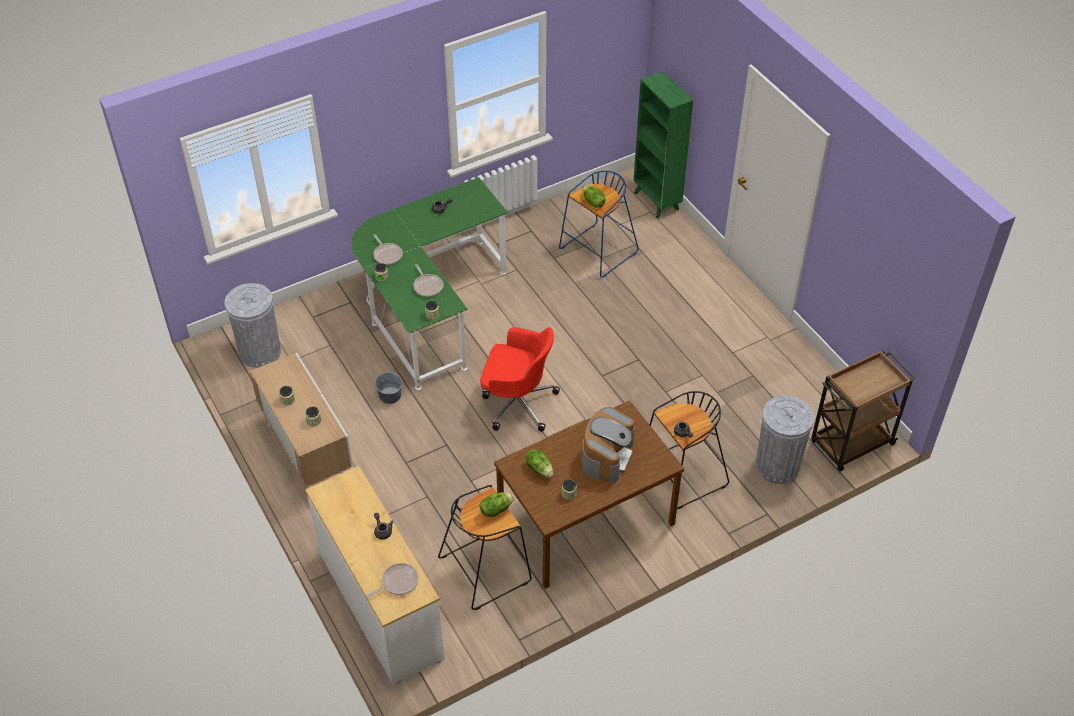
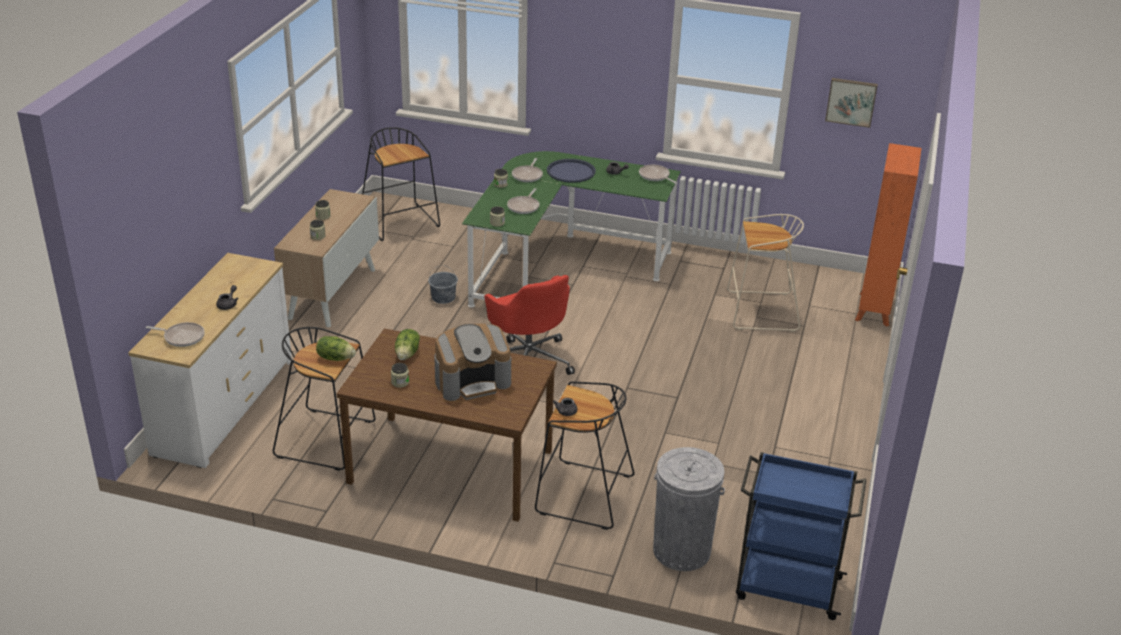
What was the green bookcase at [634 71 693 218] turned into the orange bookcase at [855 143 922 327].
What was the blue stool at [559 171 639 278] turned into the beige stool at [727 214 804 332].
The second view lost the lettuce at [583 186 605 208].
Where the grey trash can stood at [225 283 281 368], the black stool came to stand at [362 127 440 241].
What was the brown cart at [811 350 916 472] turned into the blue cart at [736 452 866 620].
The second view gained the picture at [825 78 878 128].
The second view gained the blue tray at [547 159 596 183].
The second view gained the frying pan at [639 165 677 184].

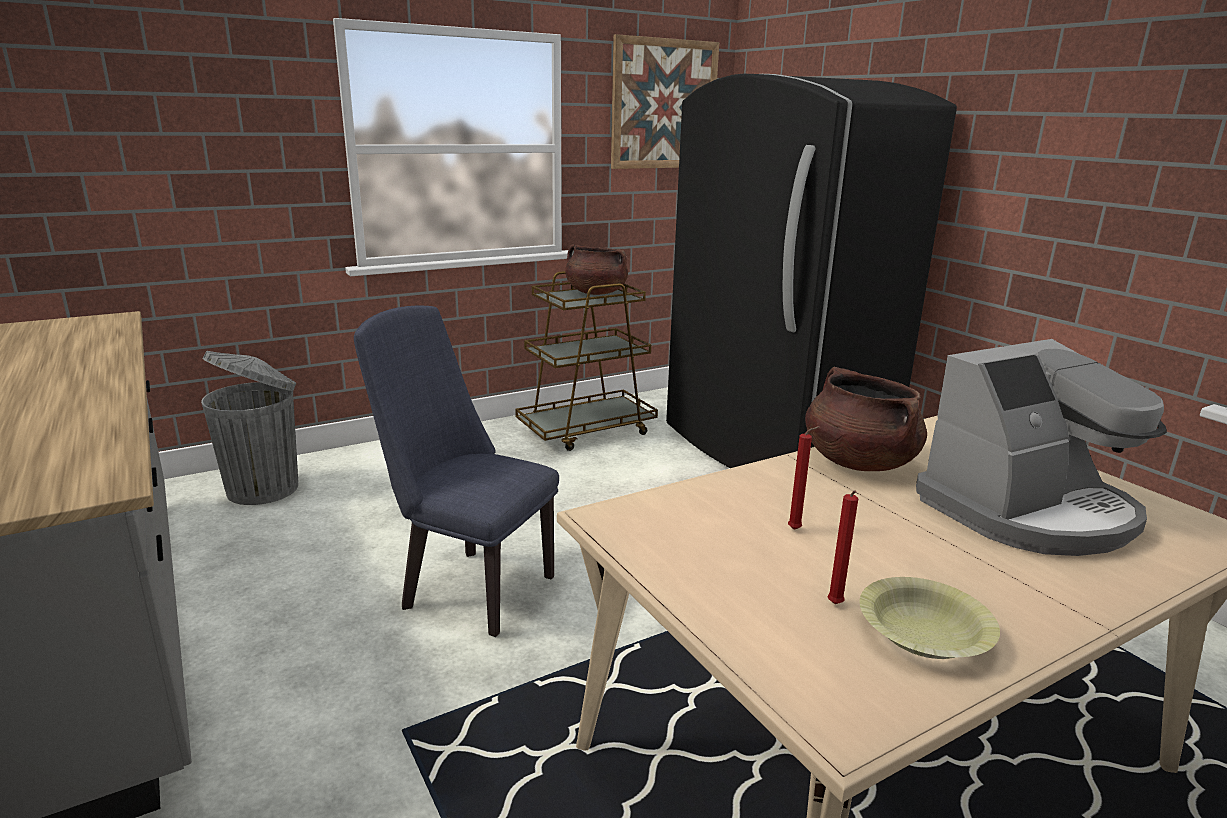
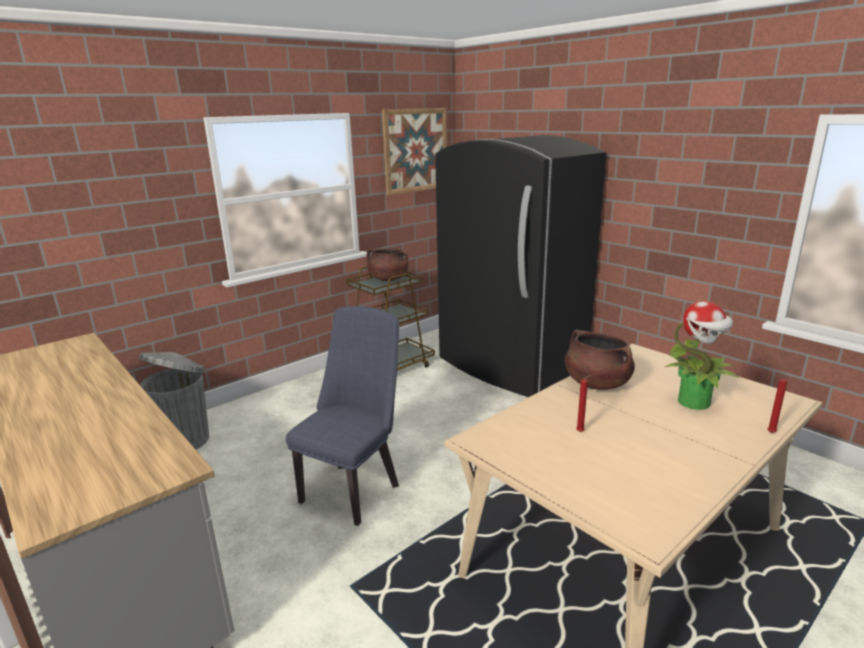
The blue chair at [354 306 559 637] ended up facing another way, 105 degrees clockwise from before.
Where the coffee machine stood at [916 339 1167 556], the potted plant came to stand at [664 301 740 410].
The red candle ended up elsewhere, having gone from [827 490 858 604] to [768 377 789 433].
The second view lost the yellow bowl at [859 577 1000 659].

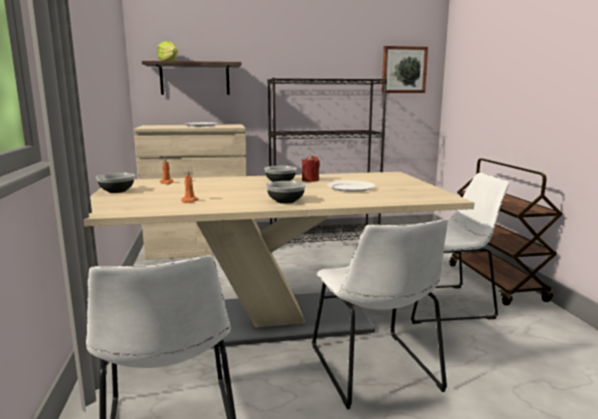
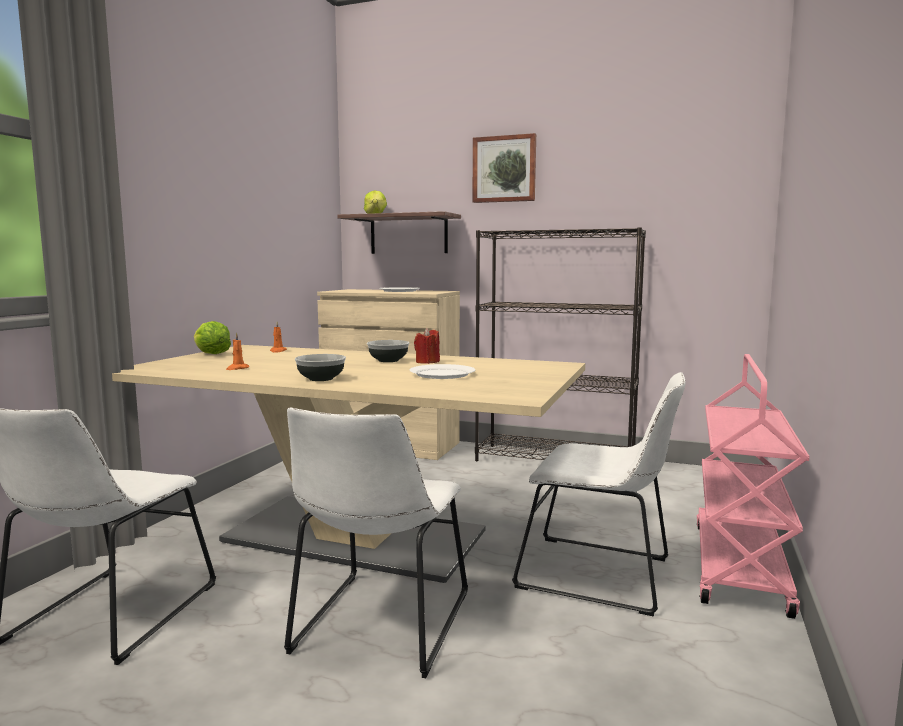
The picture ended up elsewhere, having gone from [382 46 428 93] to [473 133 536 203].
What was the brown cart at [449 158 562 305] turned into the pink cart at [697 354 809 619].
Where the bowl stood at [96 173 135 193], the lettuce came to stand at [194 321 231 354].

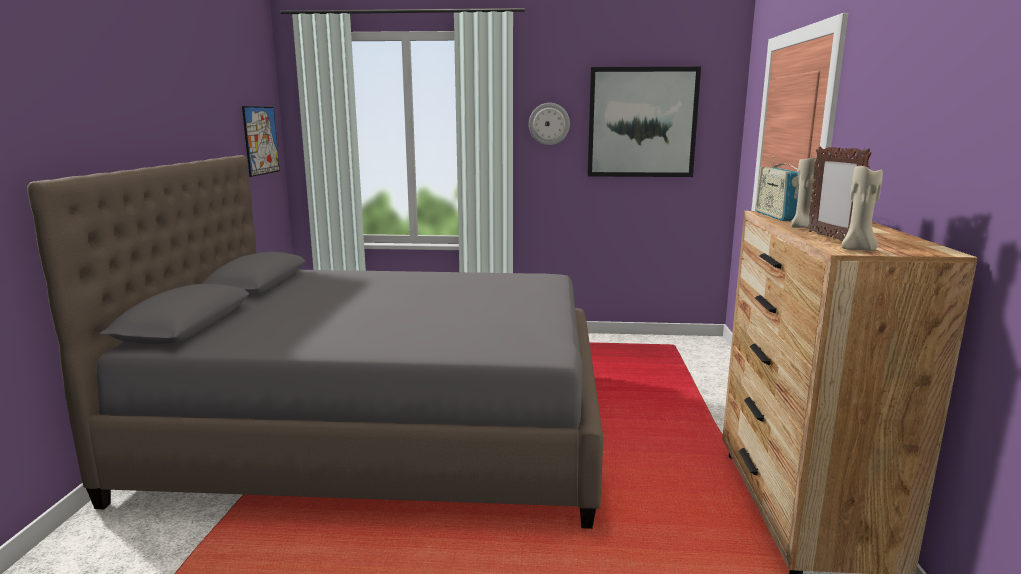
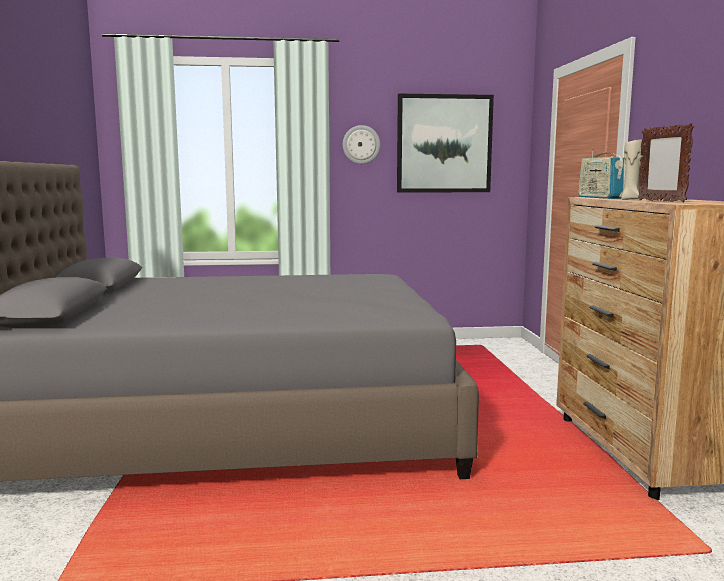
The second view lost the picture at [242 106 280 177].
The second view lost the beige candle at [841 164 883 251].

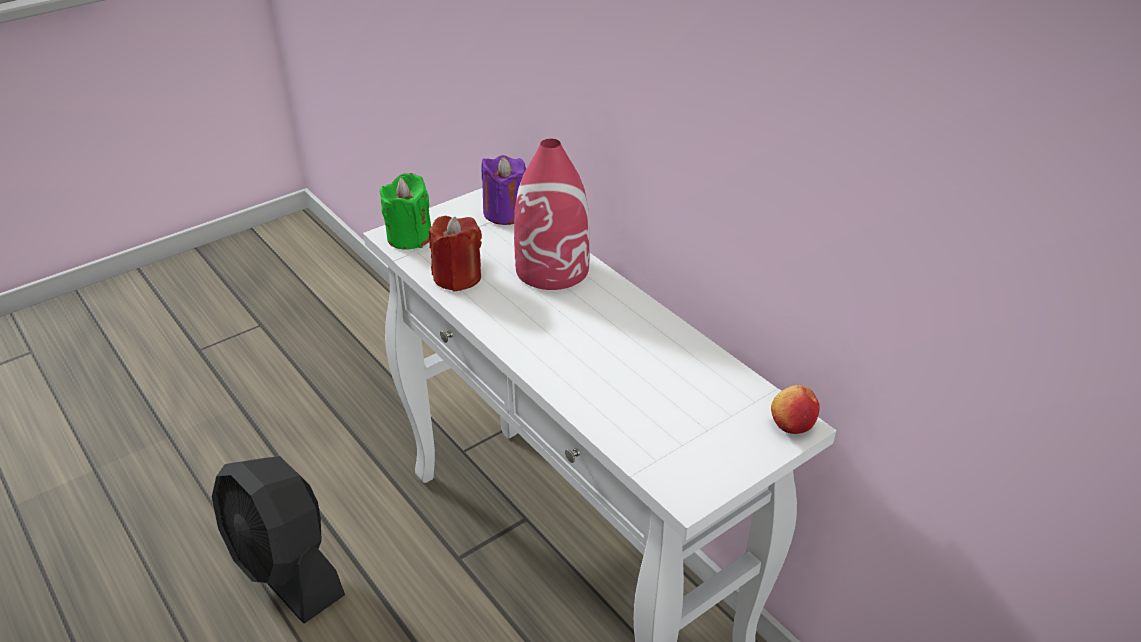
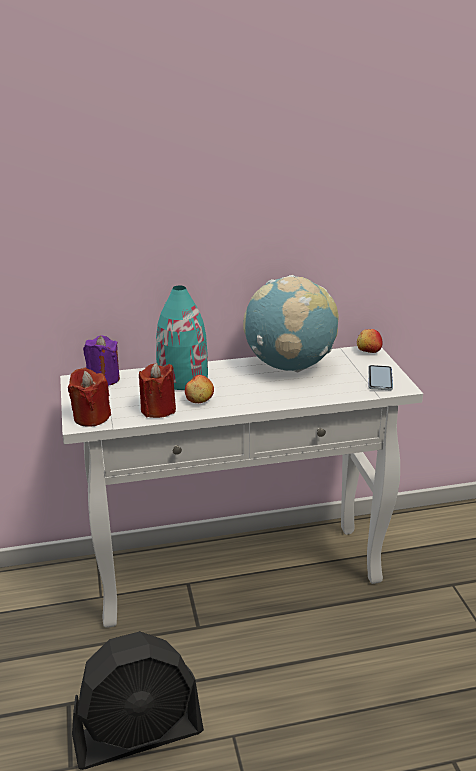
What was the red vase at [514 139 590 290] turned into the turquoise vase at [156 286 208 390].
What was the green candle at [379 173 431 249] turned into the red candle at [68 368 111 427].
The second view gained the globe at [243 275 339 372].
The second view gained the phone at [368 365 393 390].
The second view gained the apple at [185 375 214 403].

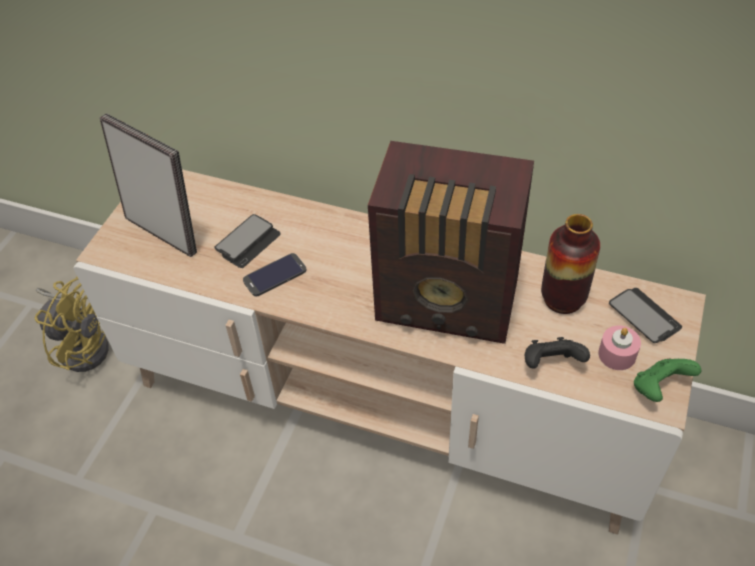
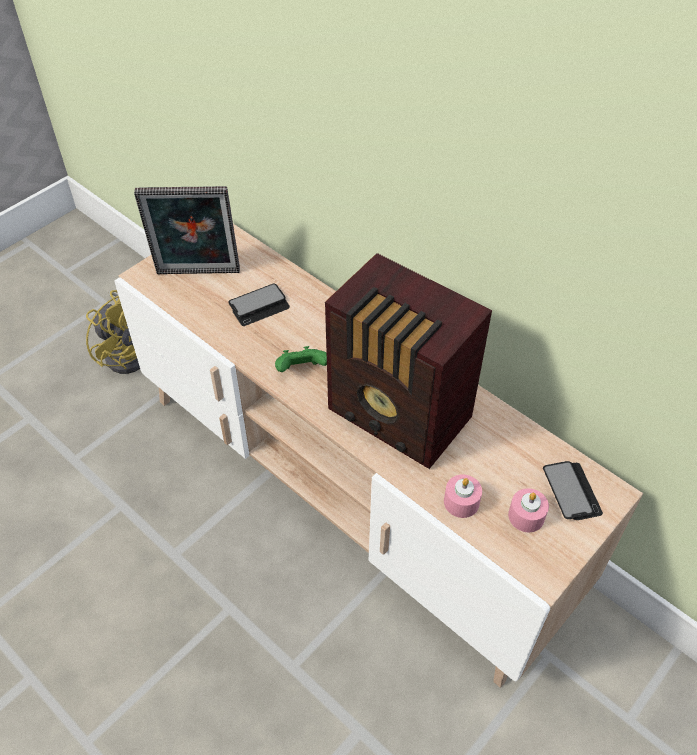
The picture frame at [100 113 197 257] ended up facing another way, 120 degrees clockwise from before.
The second view lost the vase at [541 214 600 314].
The second view lost the phone at [243 253 306 296].
Where the black game controller stood at [525 337 590 369], the pink candle came to stand at [444 475 482 518].
The green game controller ended up elsewhere, having gone from [634 358 701 402] to [275 346 327 372].

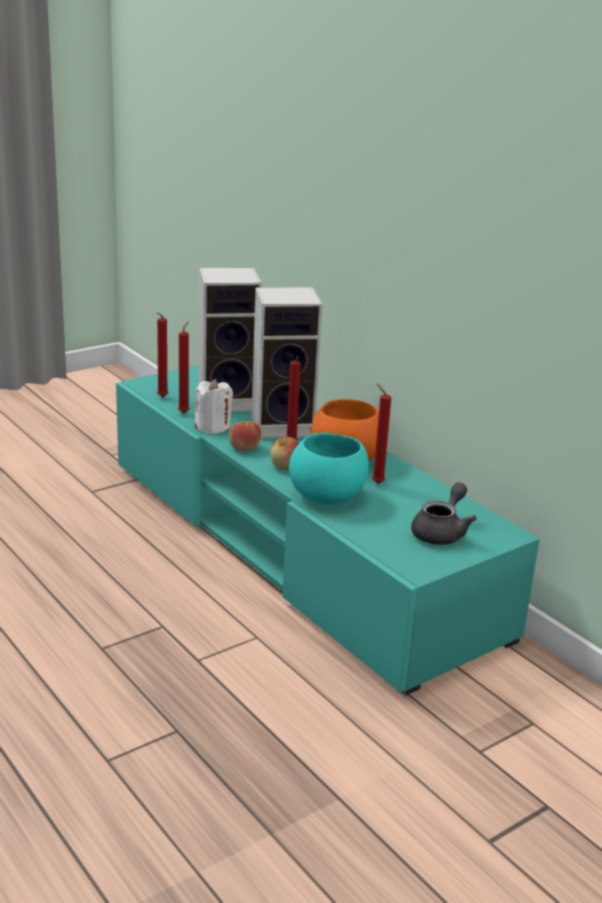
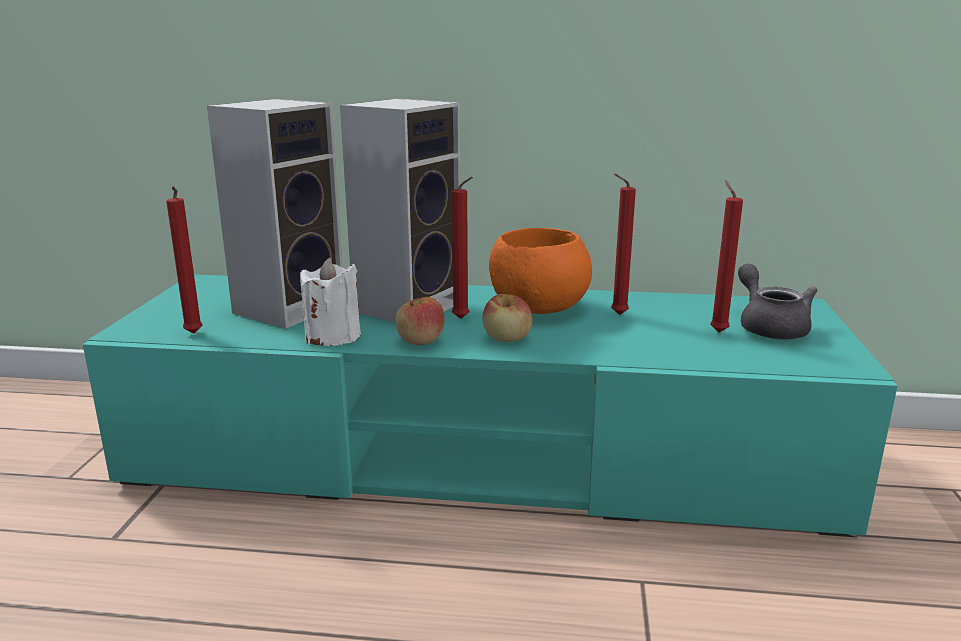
The red candle ended up elsewhere, having gone from [178 321 190 413] to [710 180 743 332].
The second view lost the turquoise bowl at [289 432 369 504].

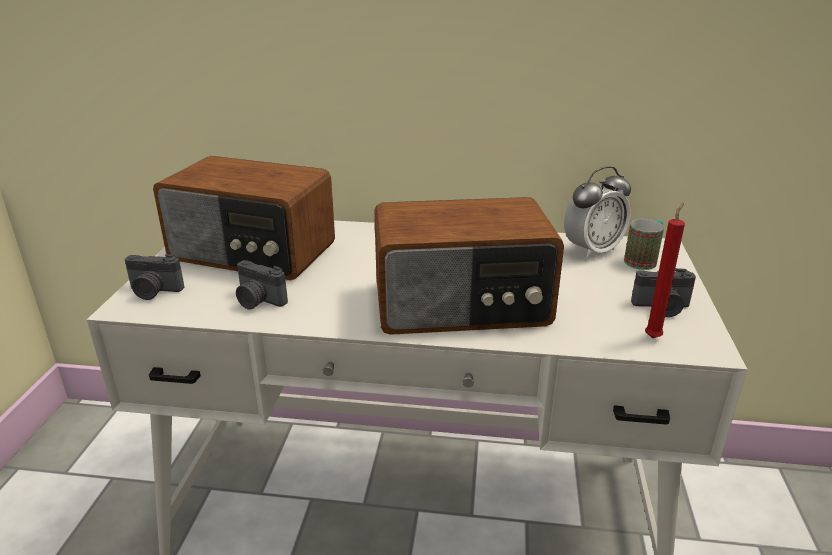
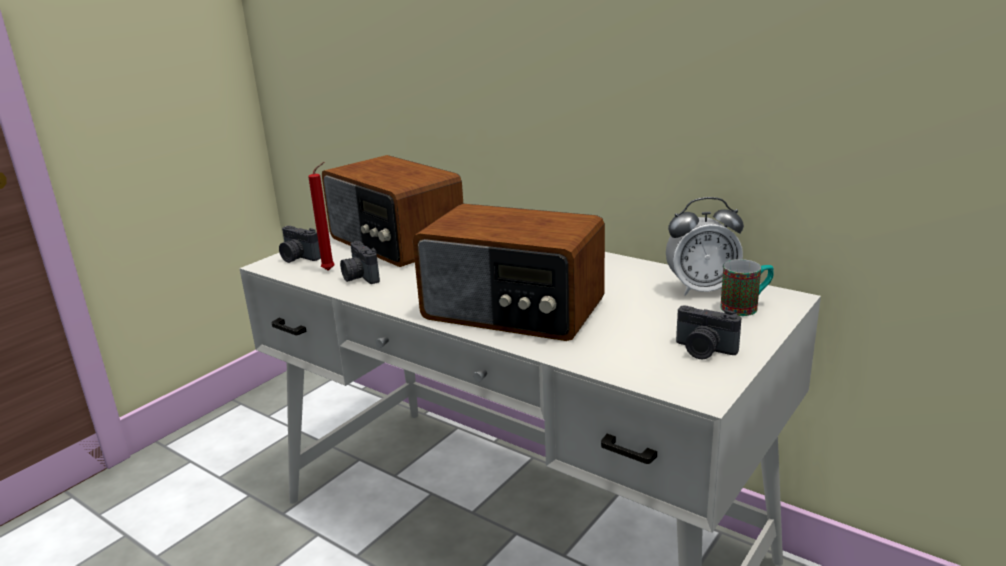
The red candle ended up elsewhere, having gone from [645 202 685 338] to [308 162 334 271].

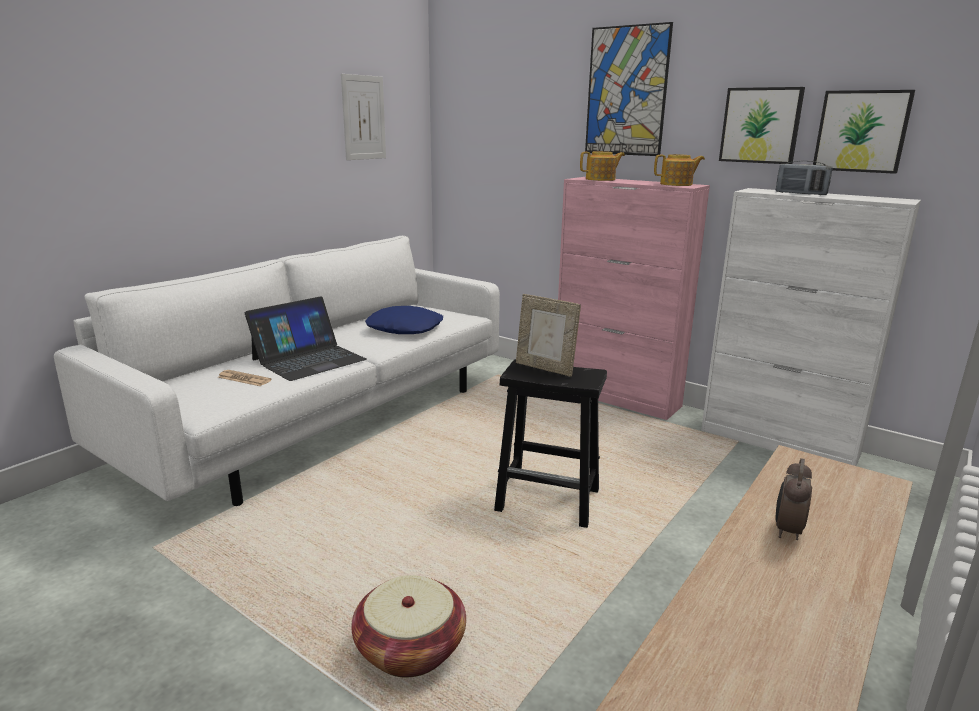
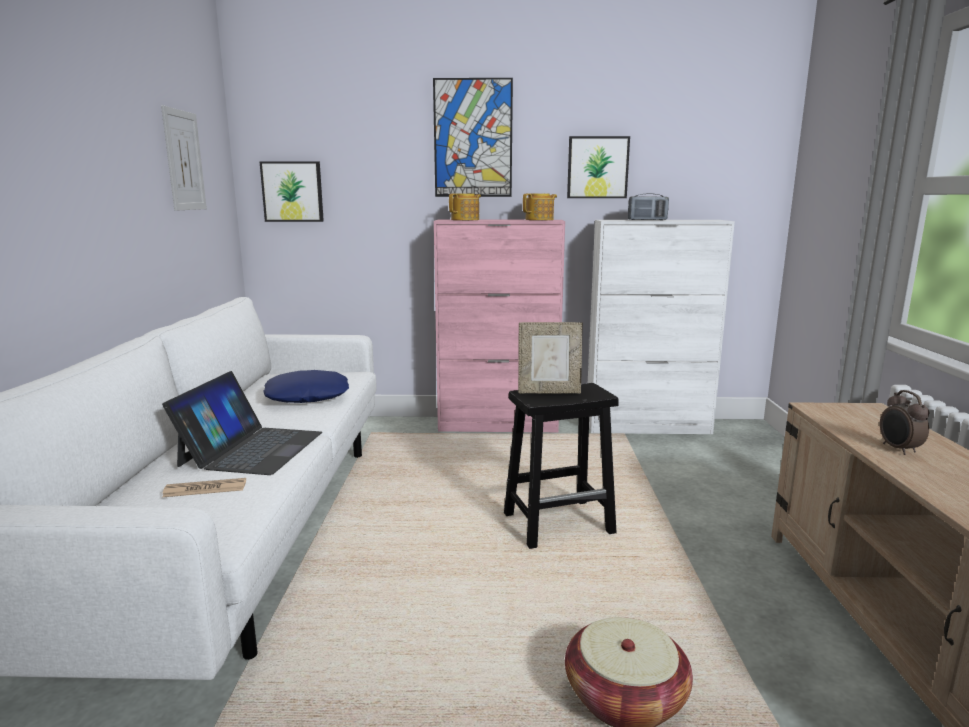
The picture ended up elsewhere, having gone from [813 90 915 174] to [259 161 324 222].

